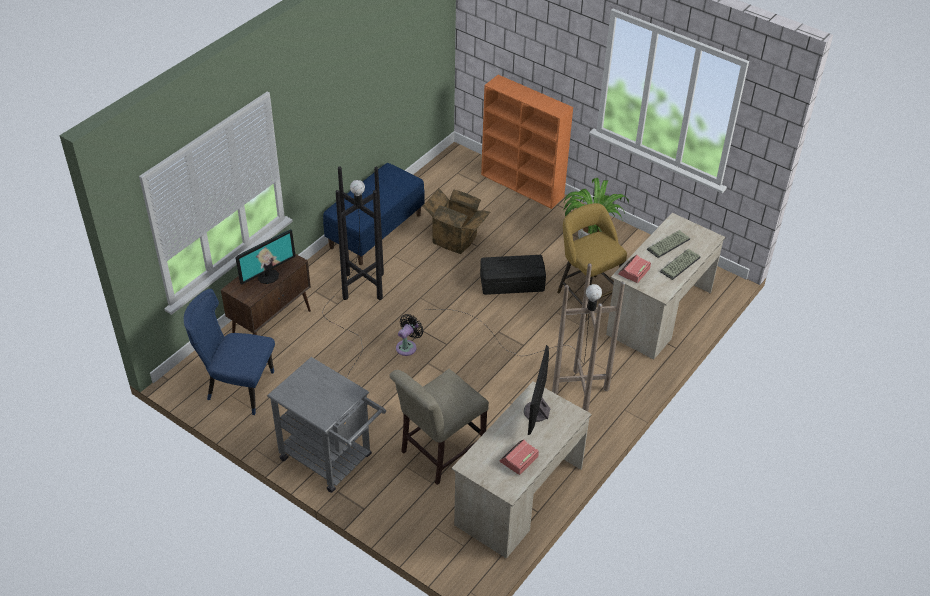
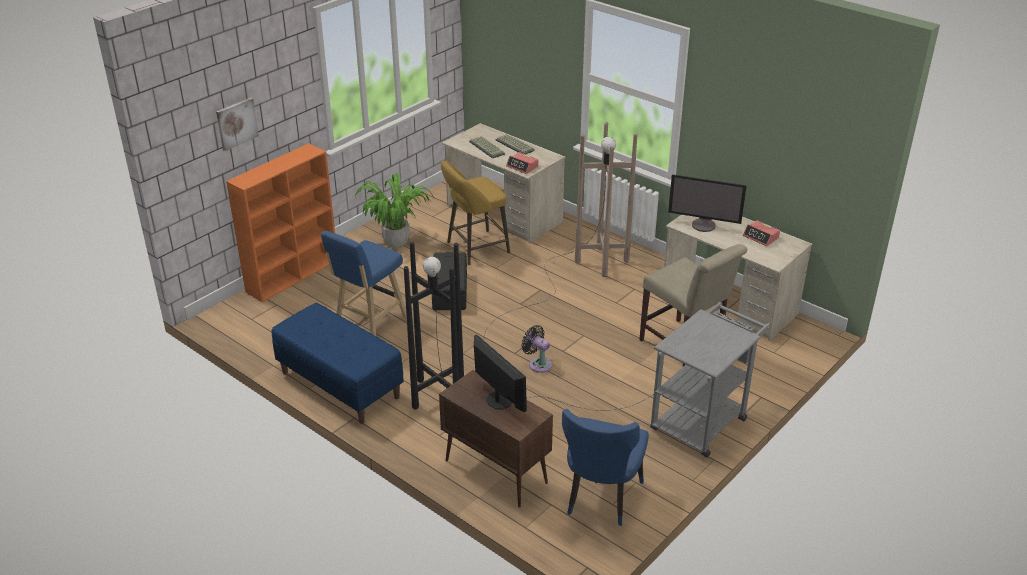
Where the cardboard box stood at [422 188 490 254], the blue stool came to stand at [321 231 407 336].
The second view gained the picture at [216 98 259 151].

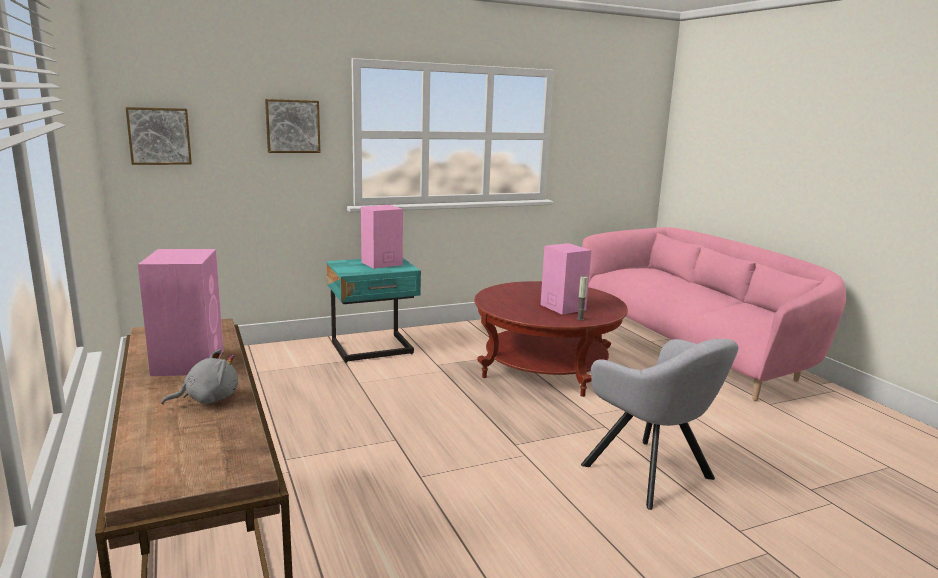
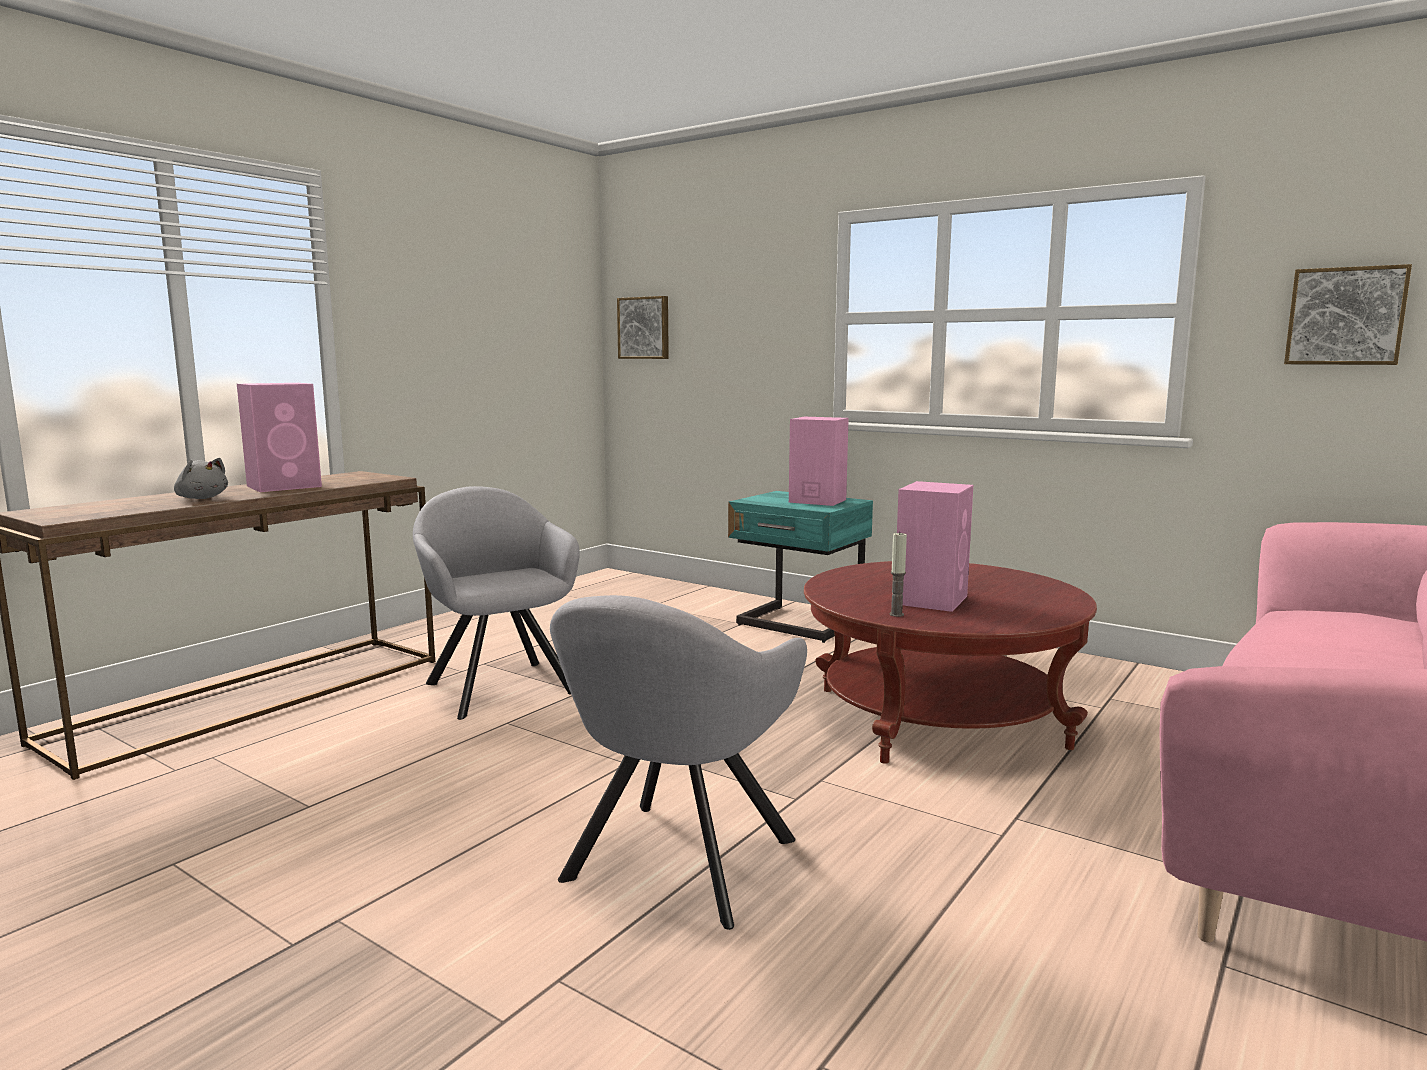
The picture ended up elsewhere, having gone from [265 99 320 153] to [1284 264 1412 365].
The second view gained the grey armchair at [413 486 580 720].

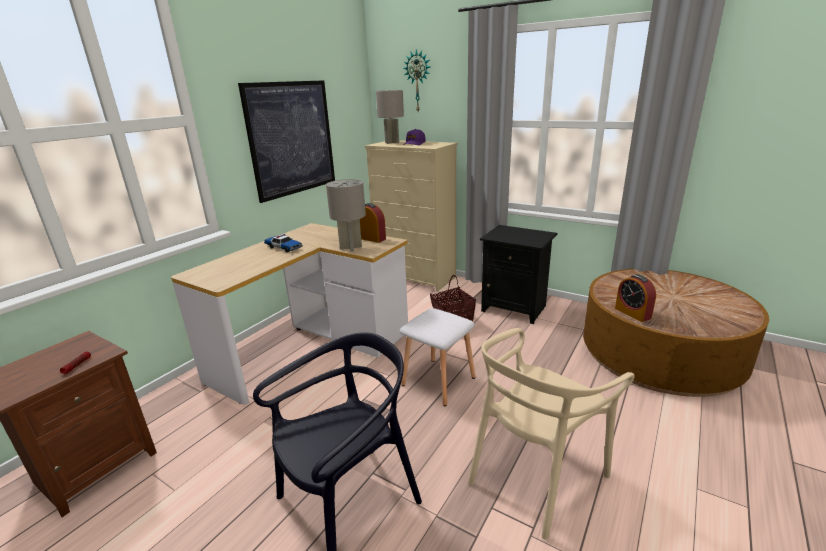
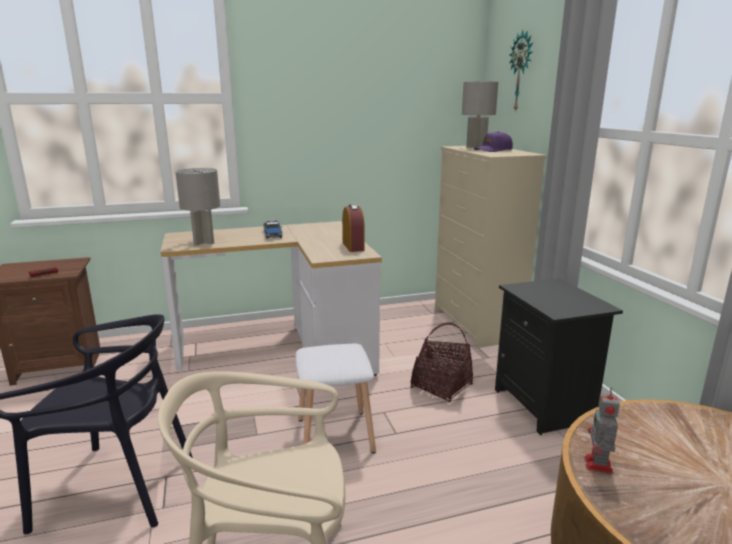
The second view lost the picture at [238 80 335 203].
The grey table lamp ended up elsewhere, having gone from [326 179 366 252] to [176 168 220 246].
Where the alarm clock stood at [615 274 656 322], the toy robot came to stand at [584 388 620 474].

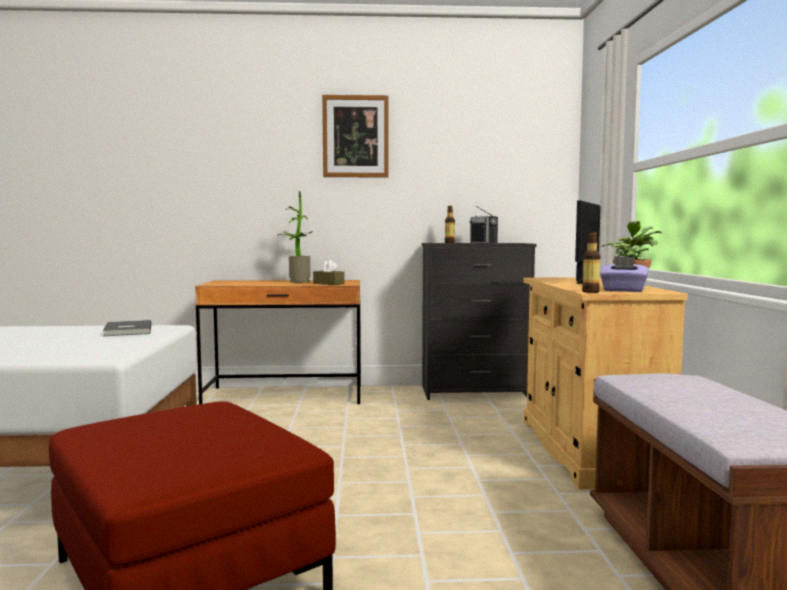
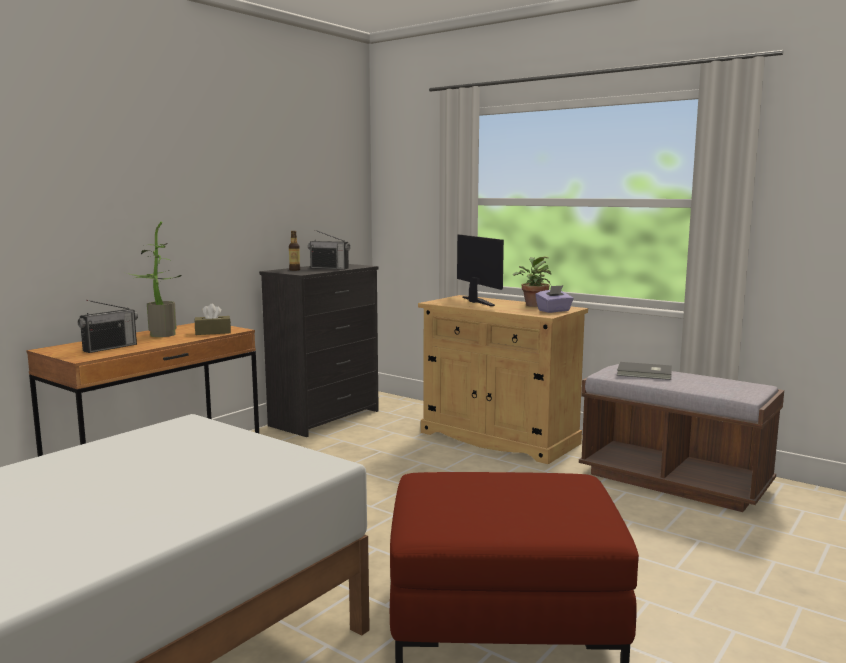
The second view lost the picture at [322 95 389 177].
The second view lost the bottle at [582 233 600 293].
The grey book ended up elsewhere, having gone from [103 320 152 336] to [617 362 672 380].
The second view gained the radio at [78 300 138 353].

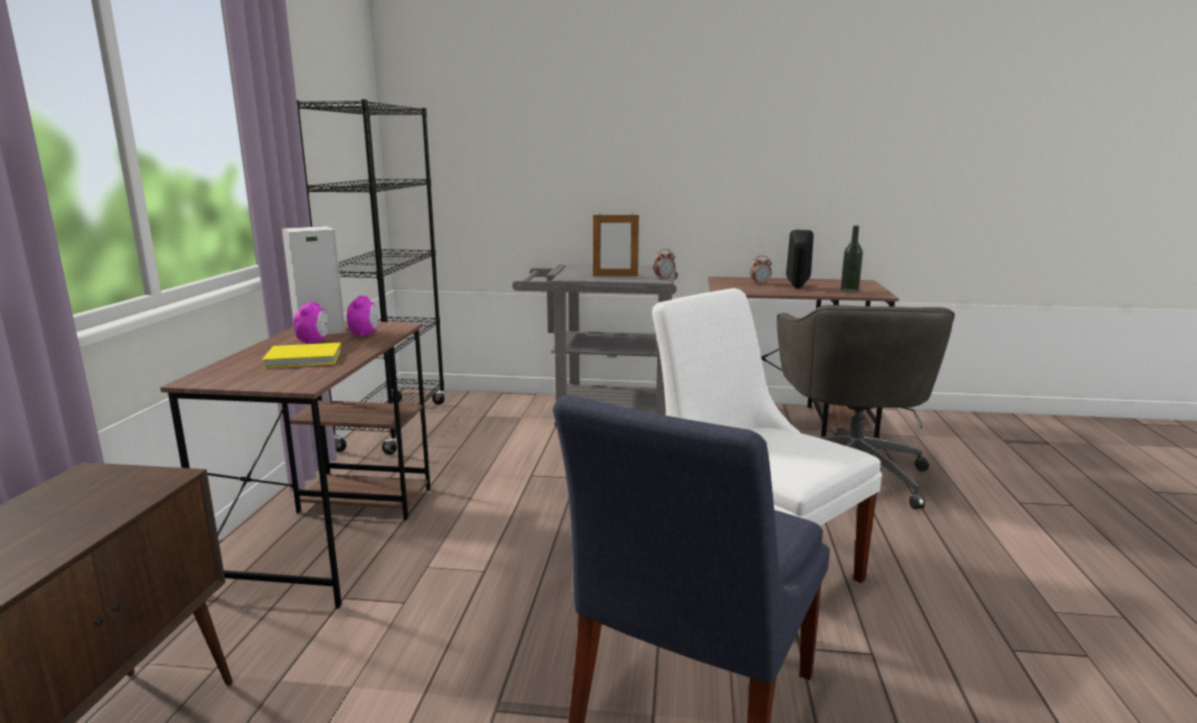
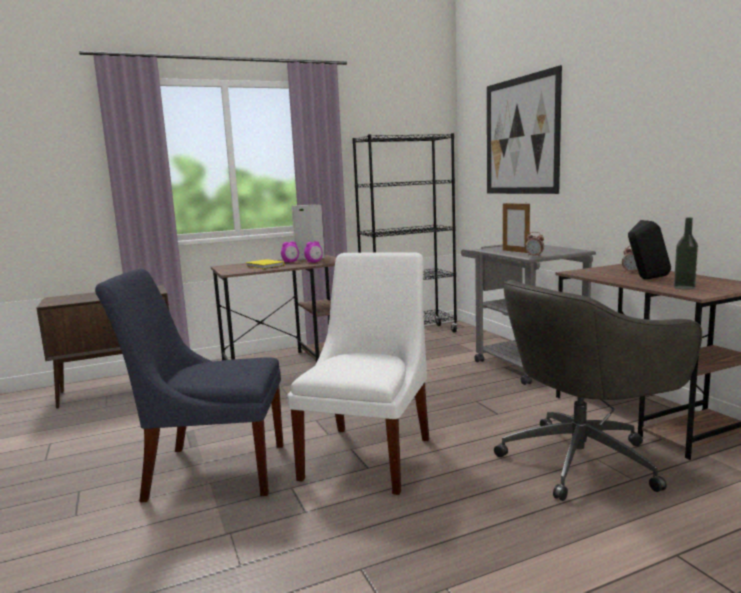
The second view gained the picture at [487 65 562 194].

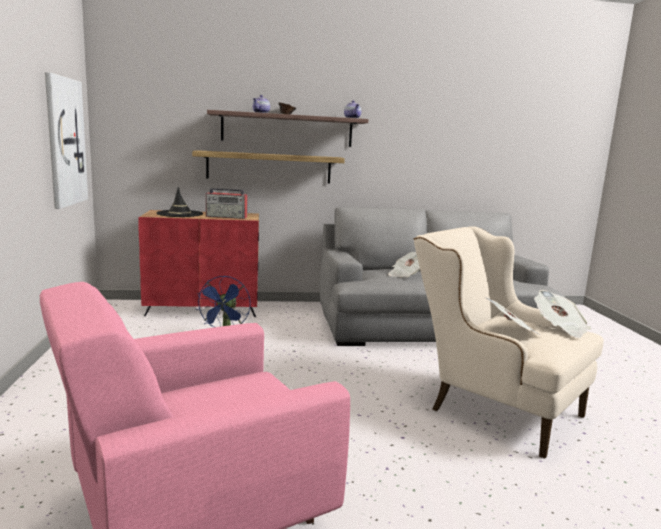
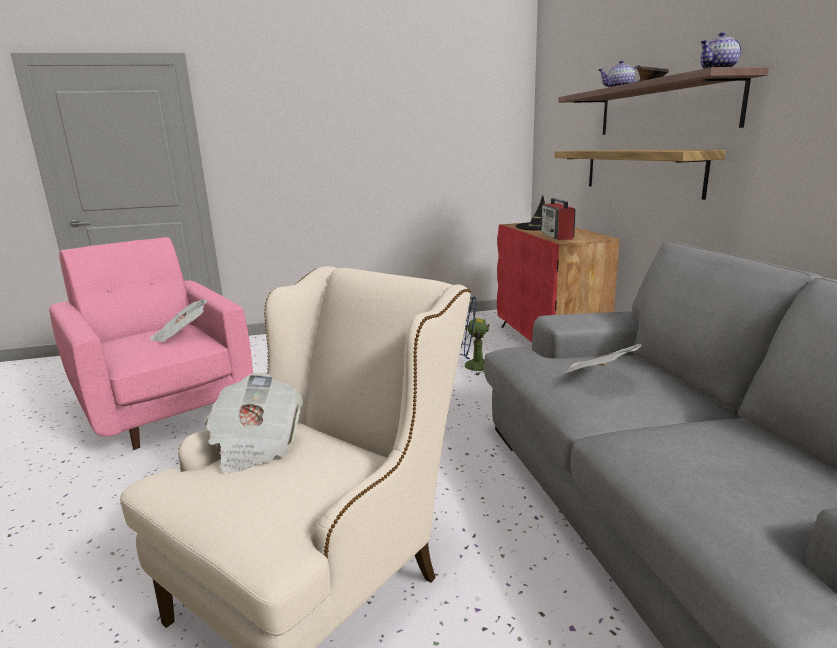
The second view lost the picture at [45 72 88 209].
The newspaper ended up elsewhere, having gone from [534 290 591 338] to [150 299 207 342].

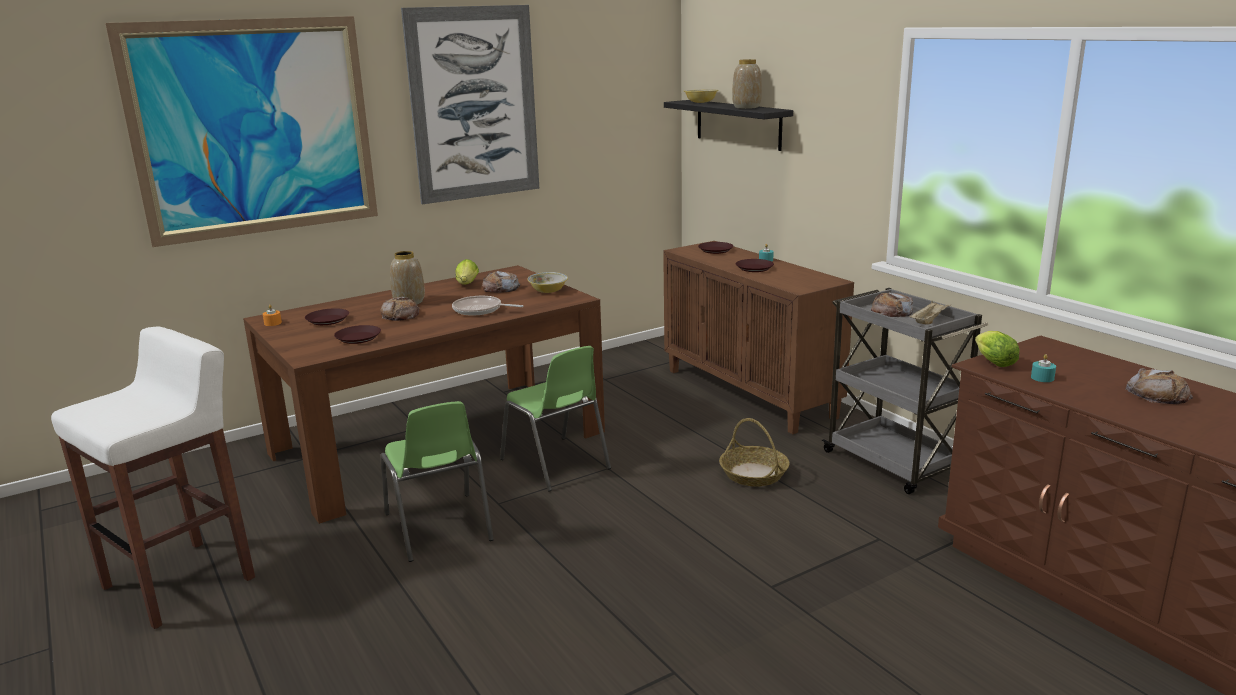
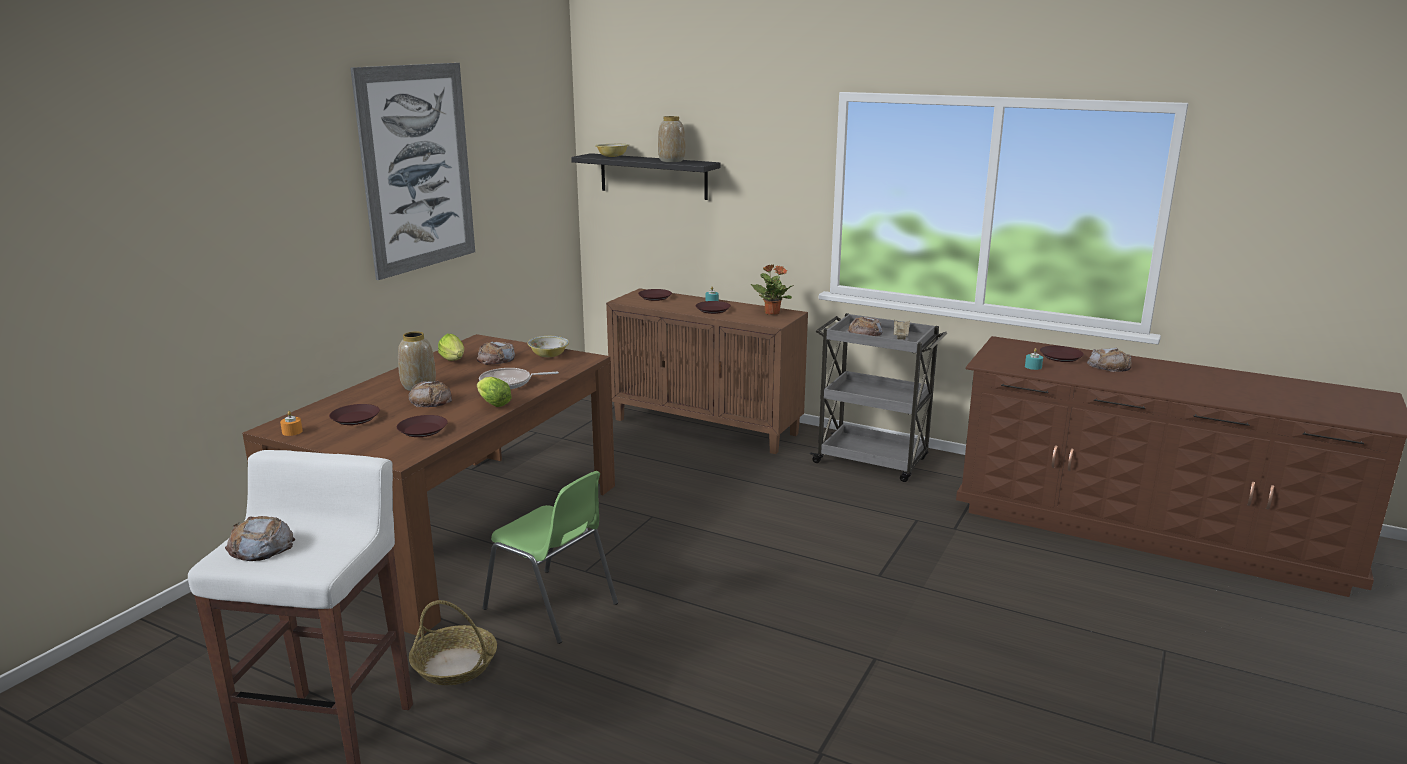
The second view lost the picture at [105 16 378 247].
The lettuce ended up elsewhere, having gone from [975 331 1020 367] to [477 377 512 407].
The second view lost the green chair at [500 346 611 491].
The basket ended up elsewhere, having gone from [719 418 789 487] to [409 600 497 685].
The second view gained the potted plant at [751 265 794 315].
The second view gained the brown plate at [1040 346 1084 362].
The second view gained the bread at [225 516 296 561].

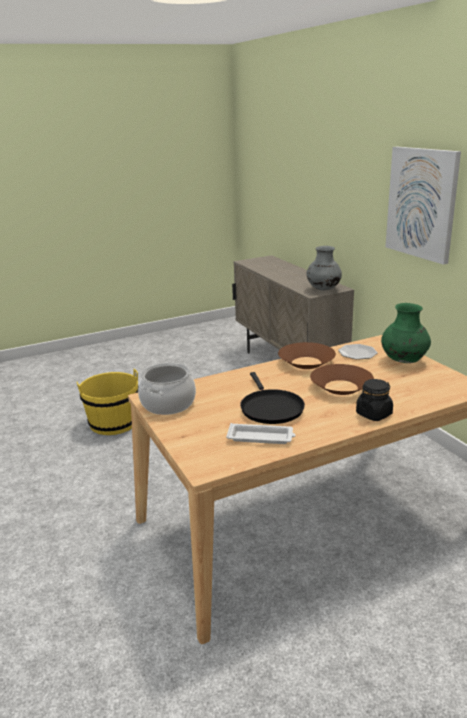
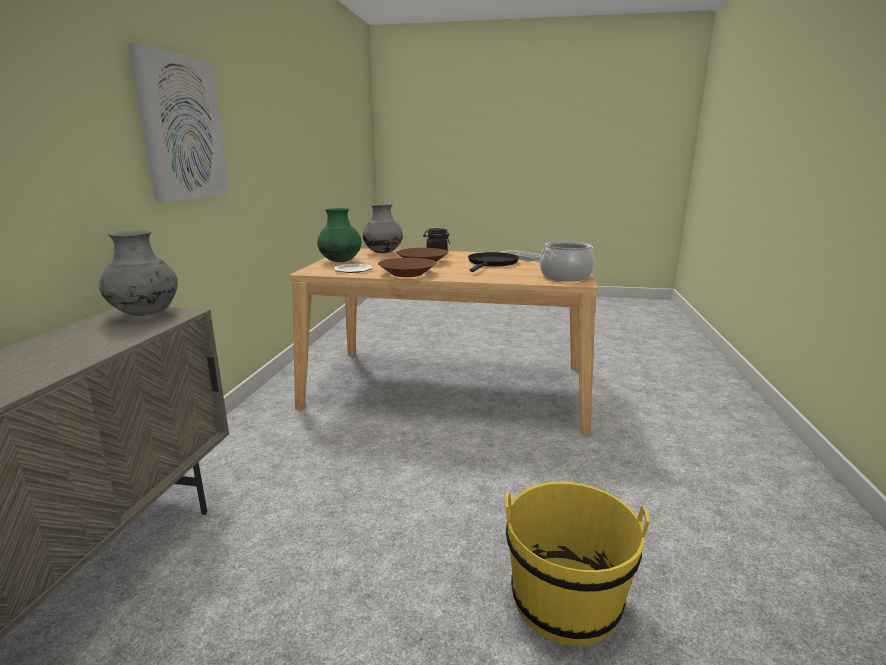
The second view gained the grey vase at [363 204 403 253].

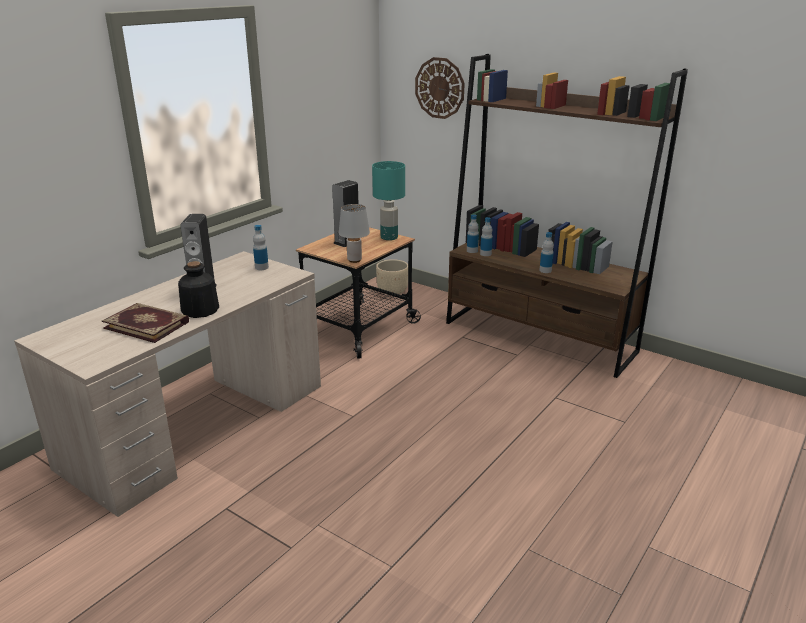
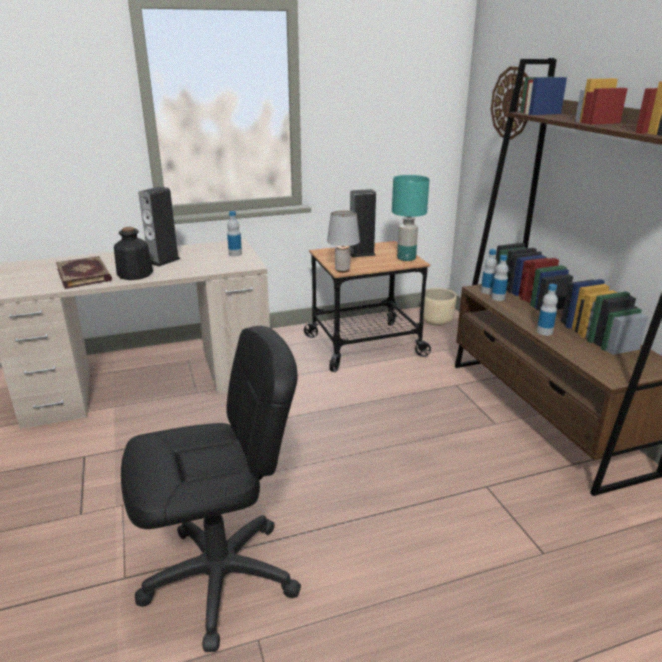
The second view gained the black office chair at [121 326 301 652].

